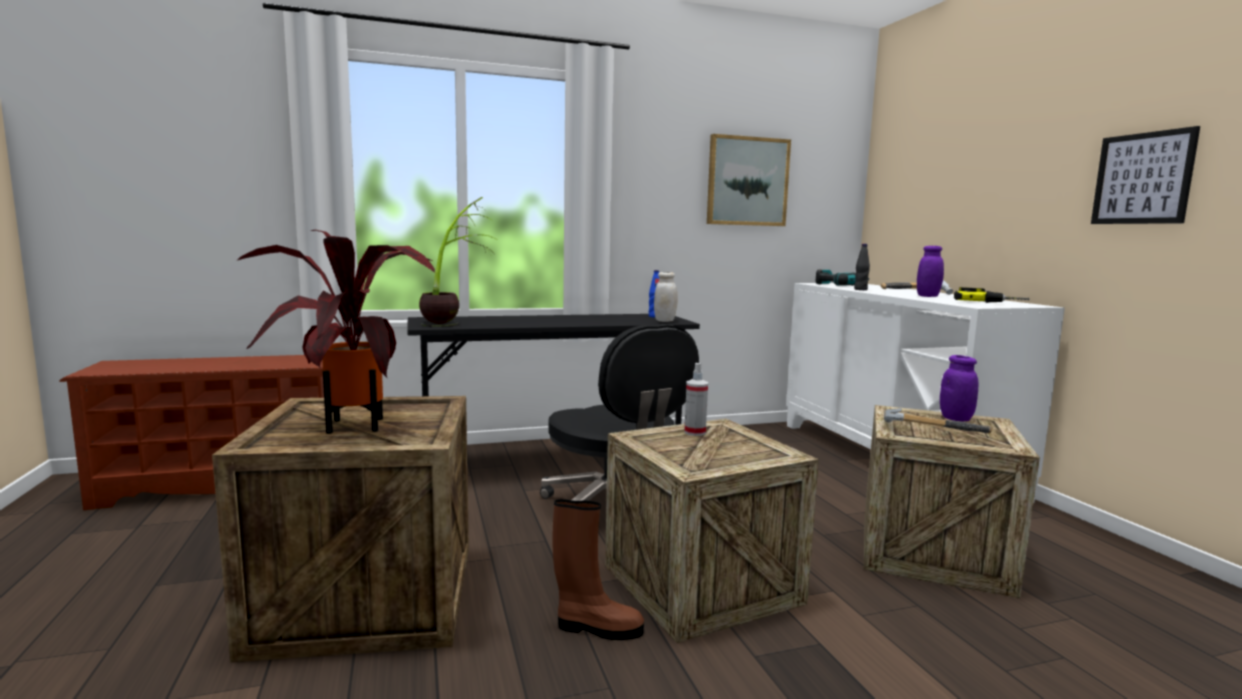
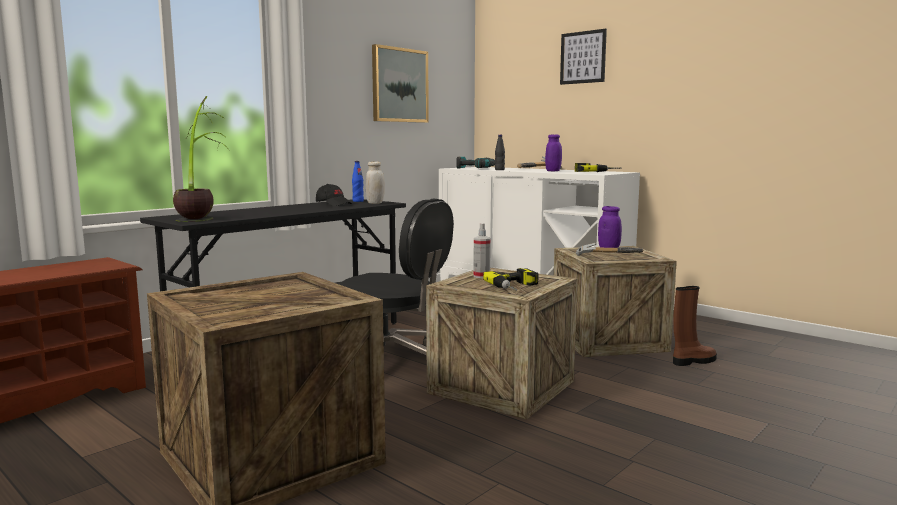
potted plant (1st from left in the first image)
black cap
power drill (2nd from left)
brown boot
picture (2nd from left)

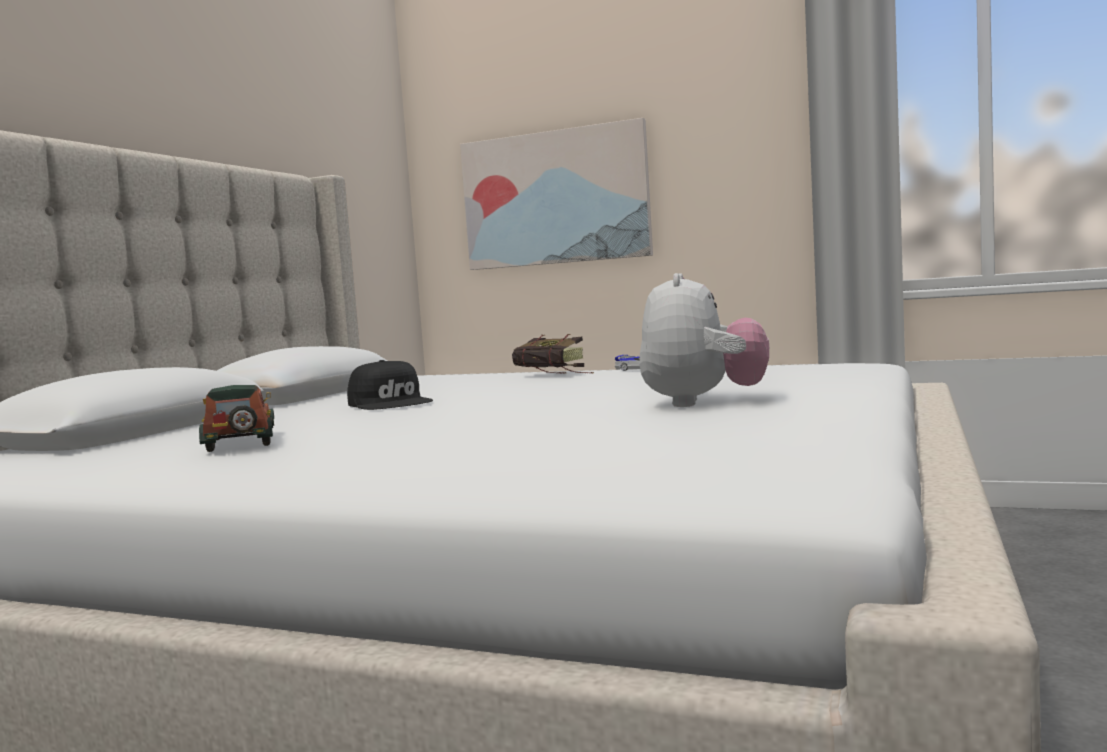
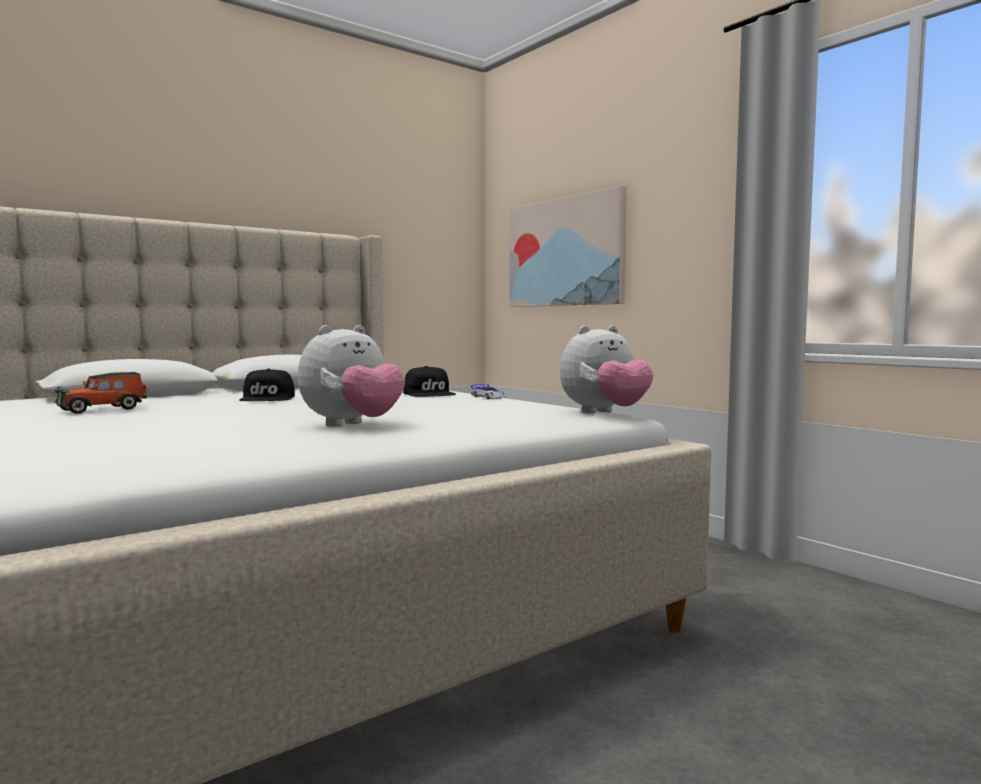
plush toy (2nd from left)
black cap (2nd from left)
toy car (1st from left)

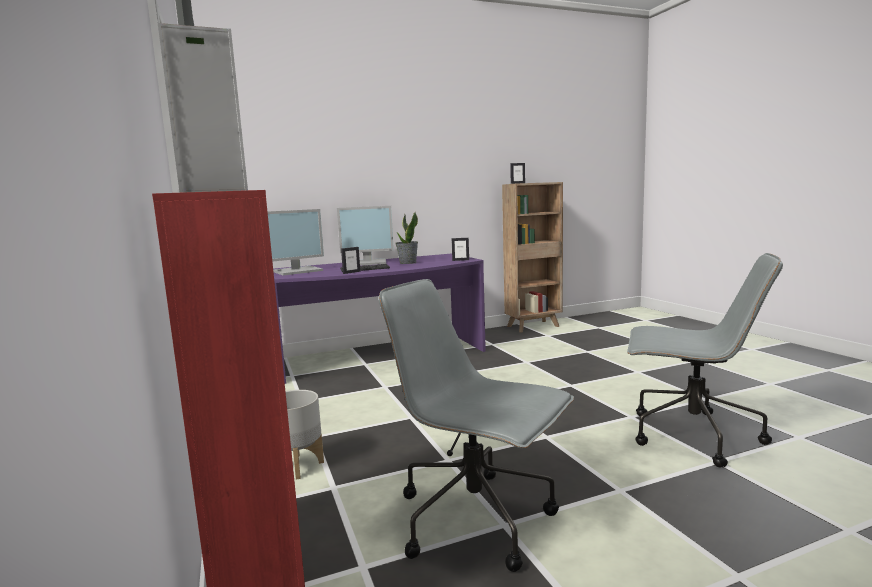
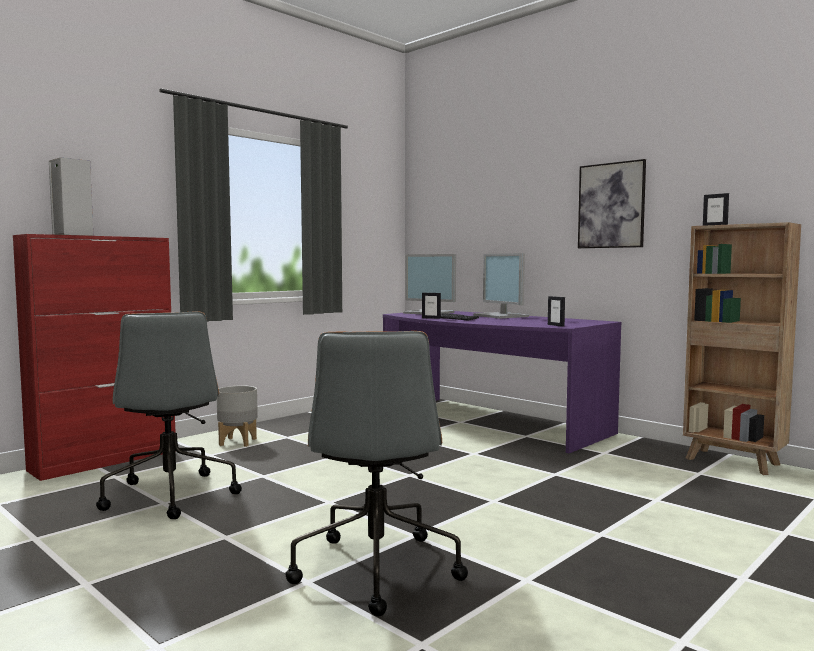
potted plant
picture
grey office chair (1st from left)

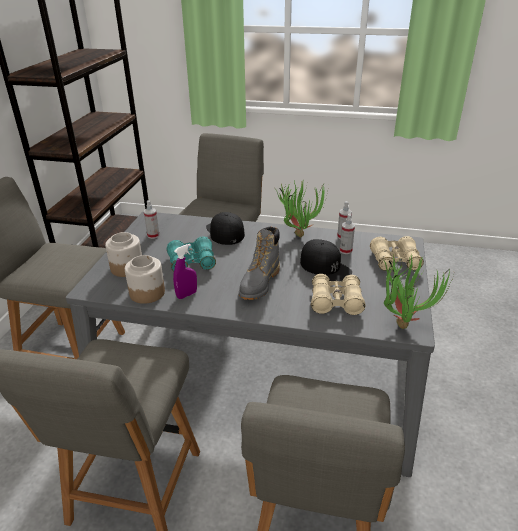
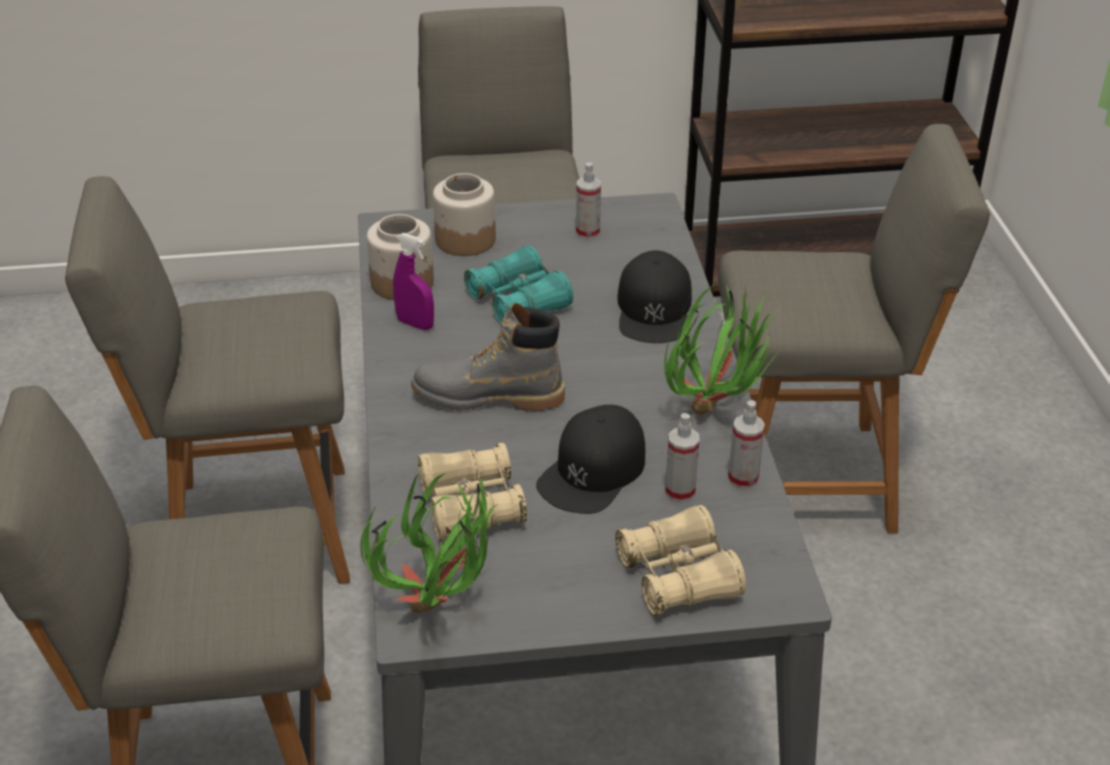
black cap (2nd from left)

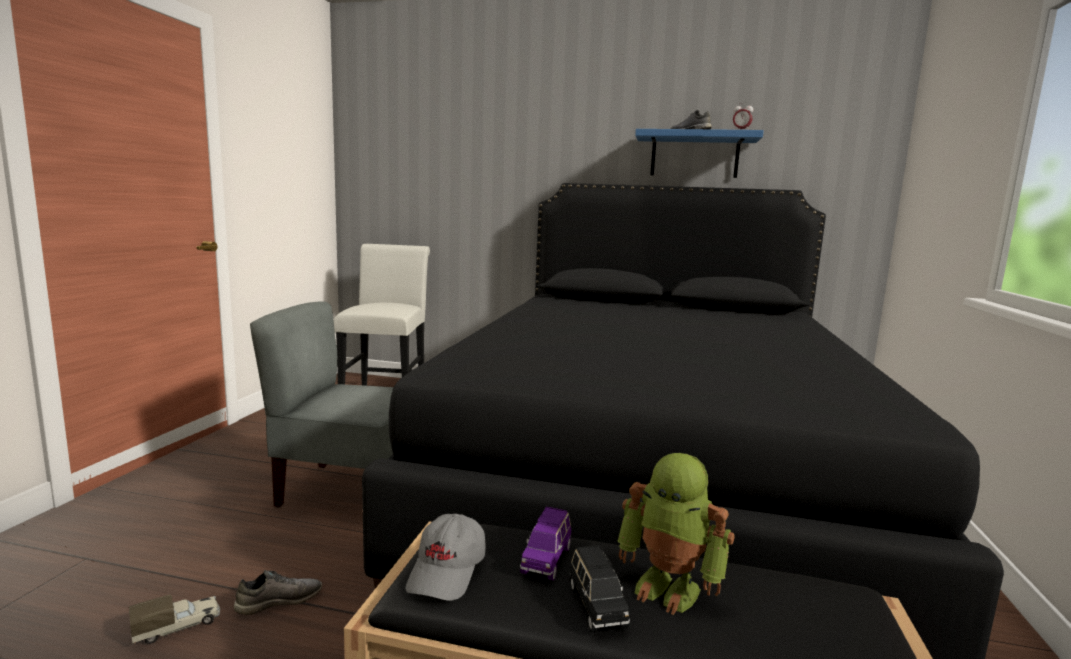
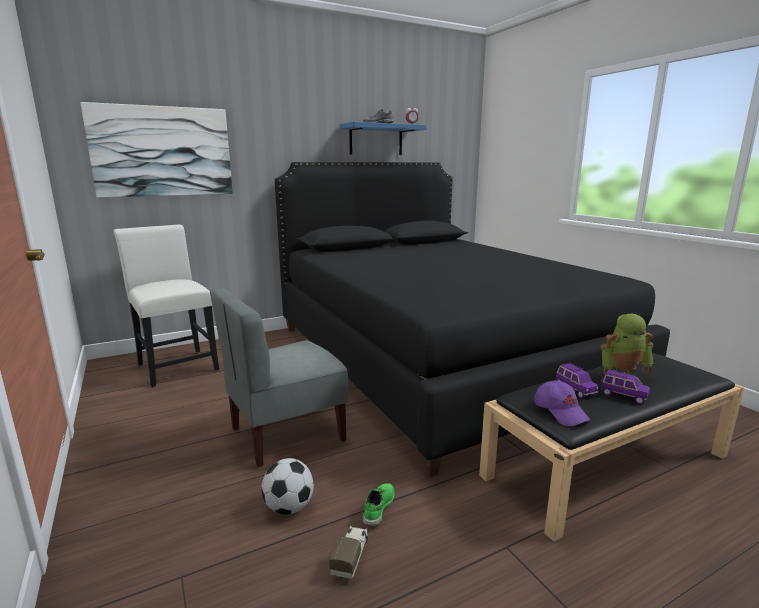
picture
football
green shoe
purple cap
purple toy car (2nd from left)

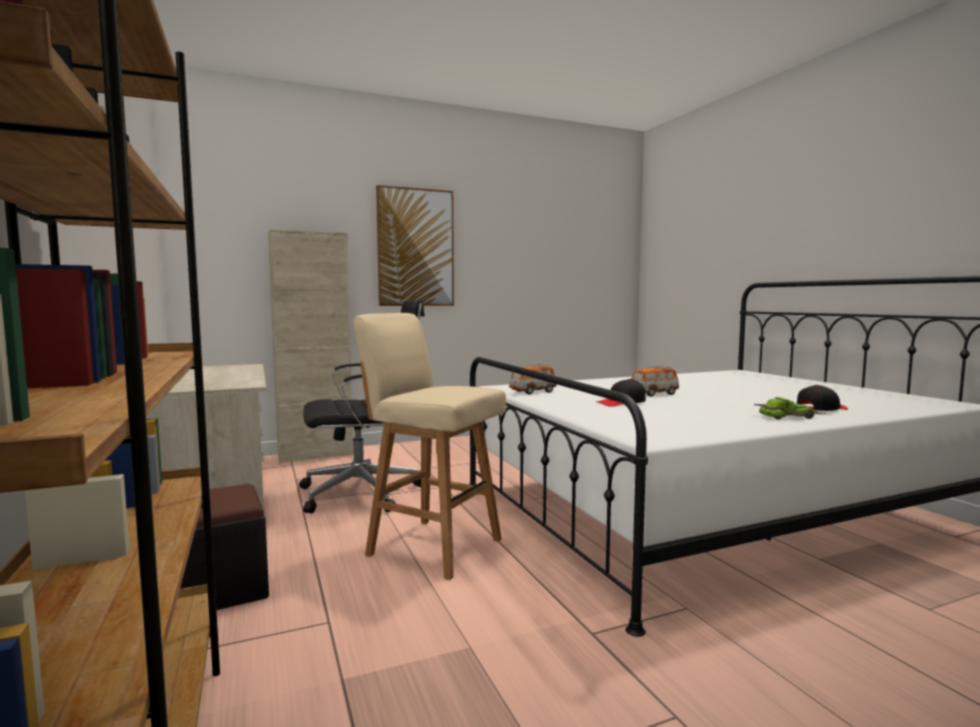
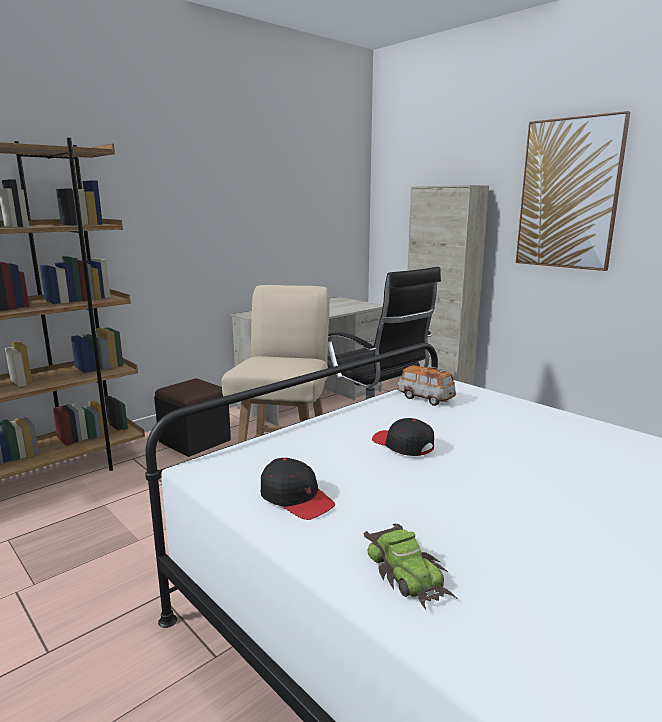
toy car (2nd from left in the first image)
black cap (1st from left)

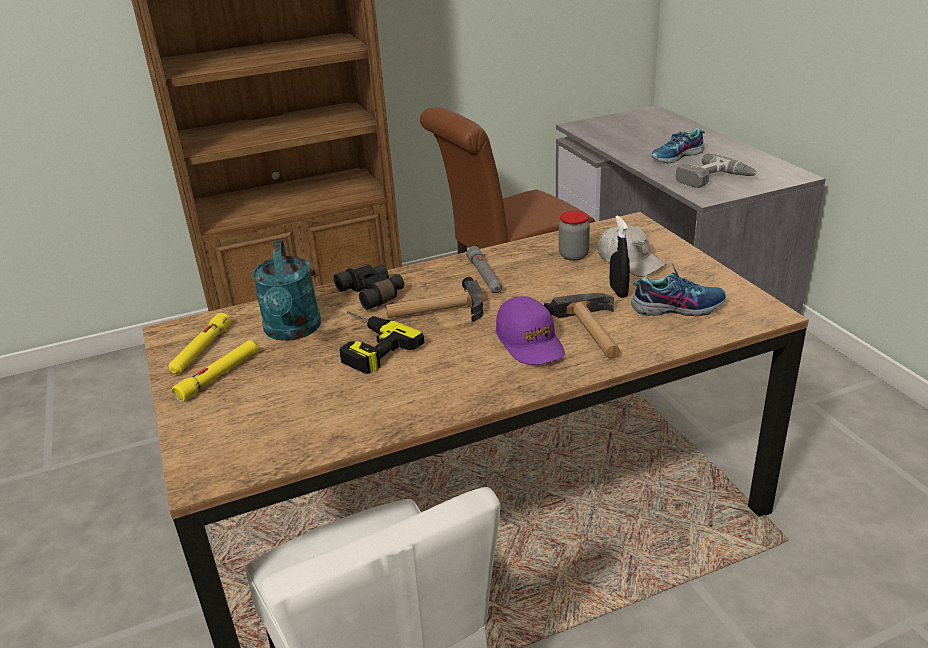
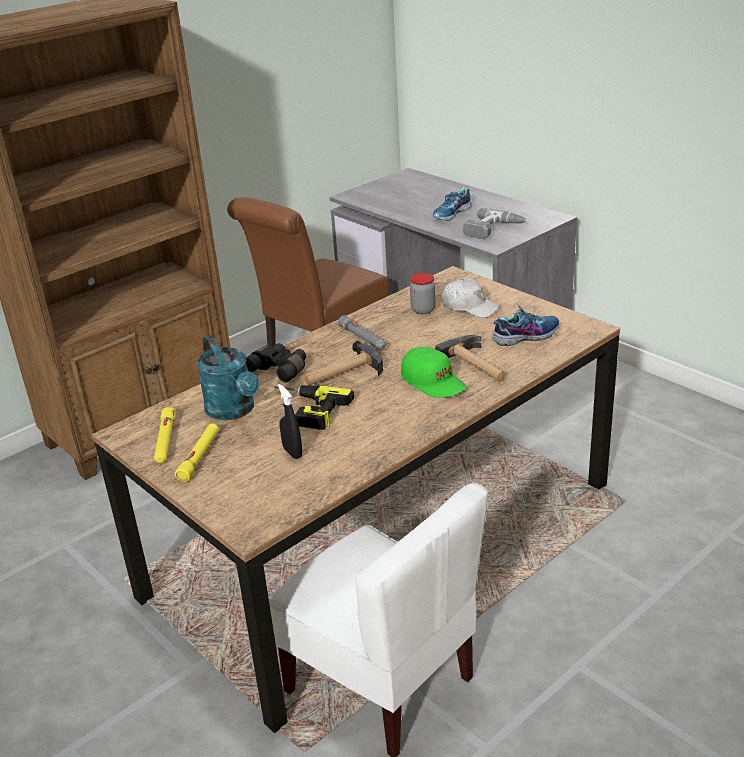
black spray bottle
green cap

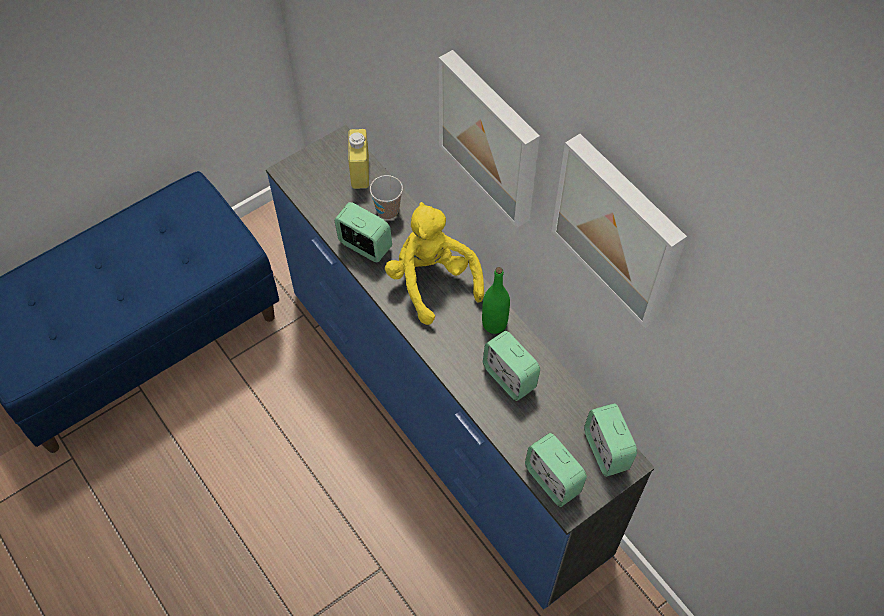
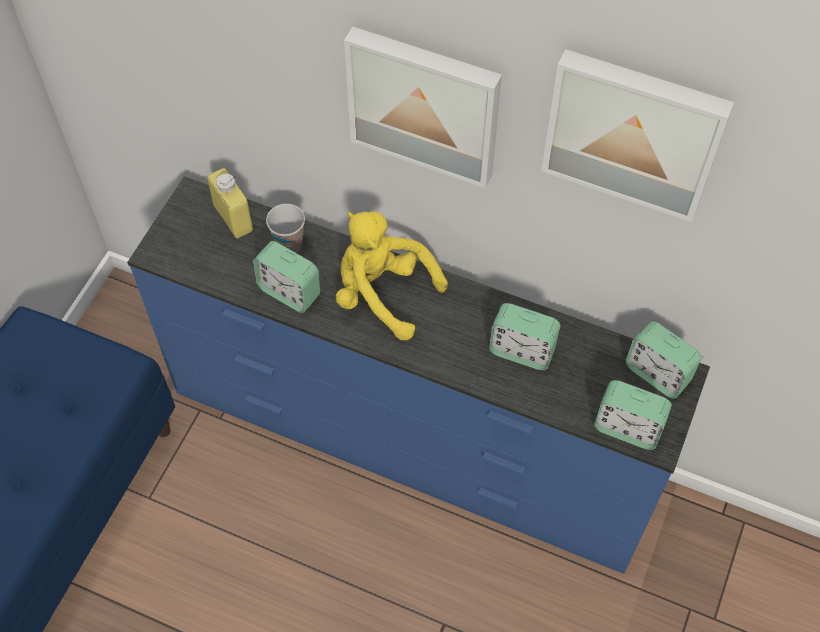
green bottle
alarm clock (1st from left)

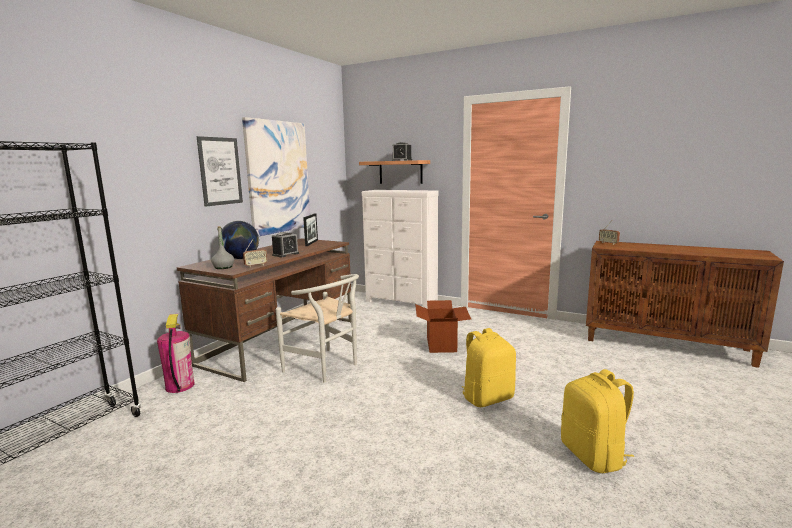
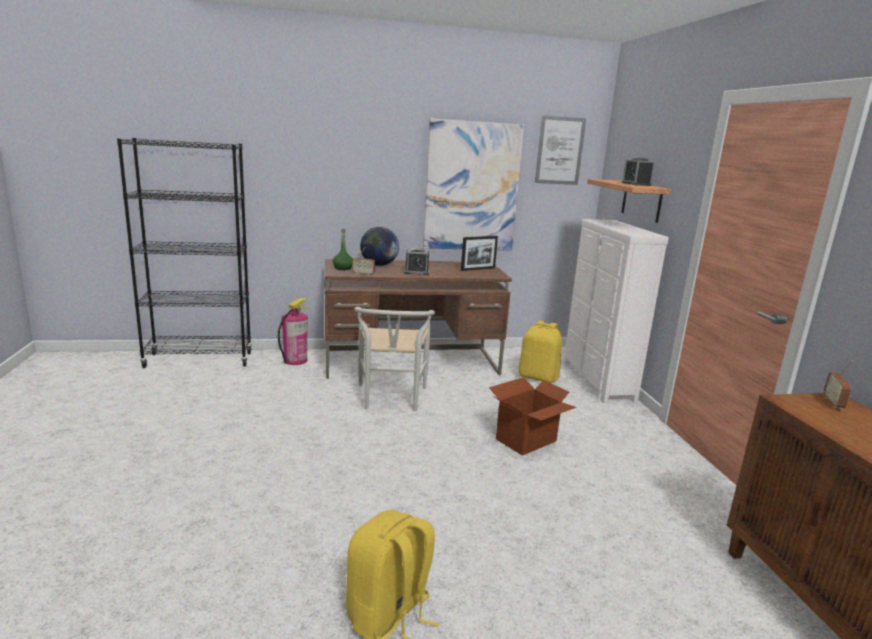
picture (2nd from left)
yellow backpack (2nd from left)
green bottle

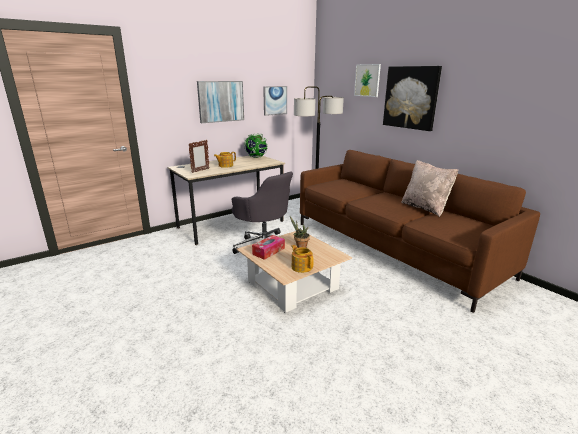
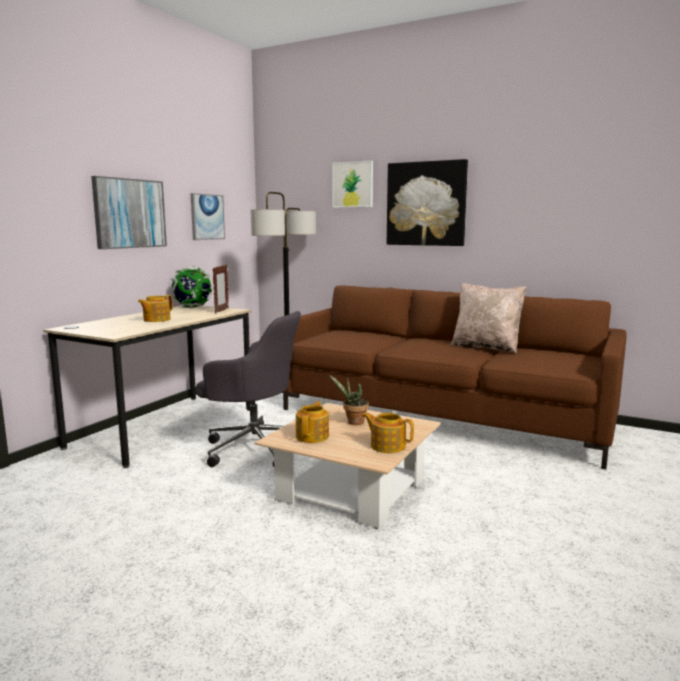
picture frame
teapot (2nd from left)

